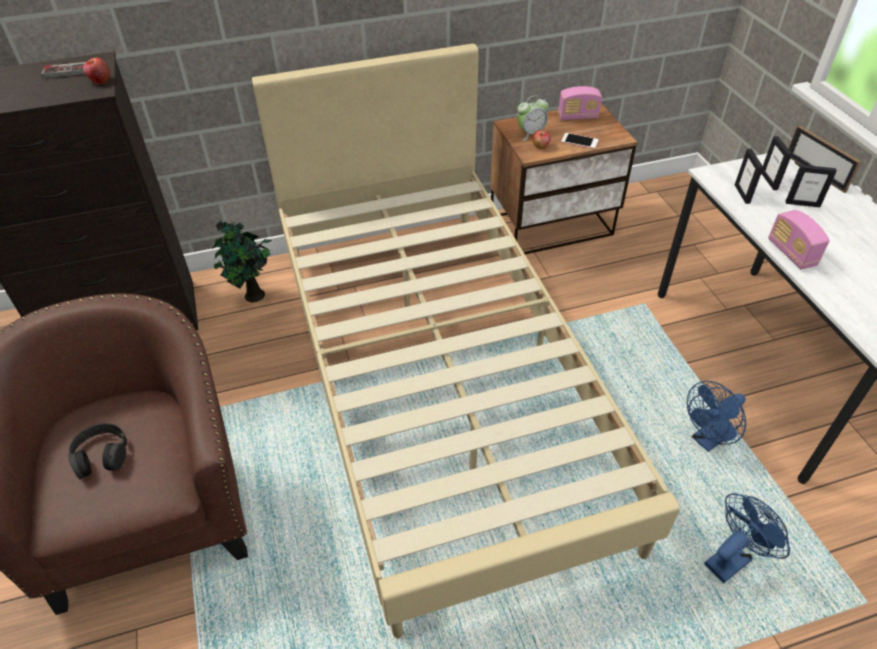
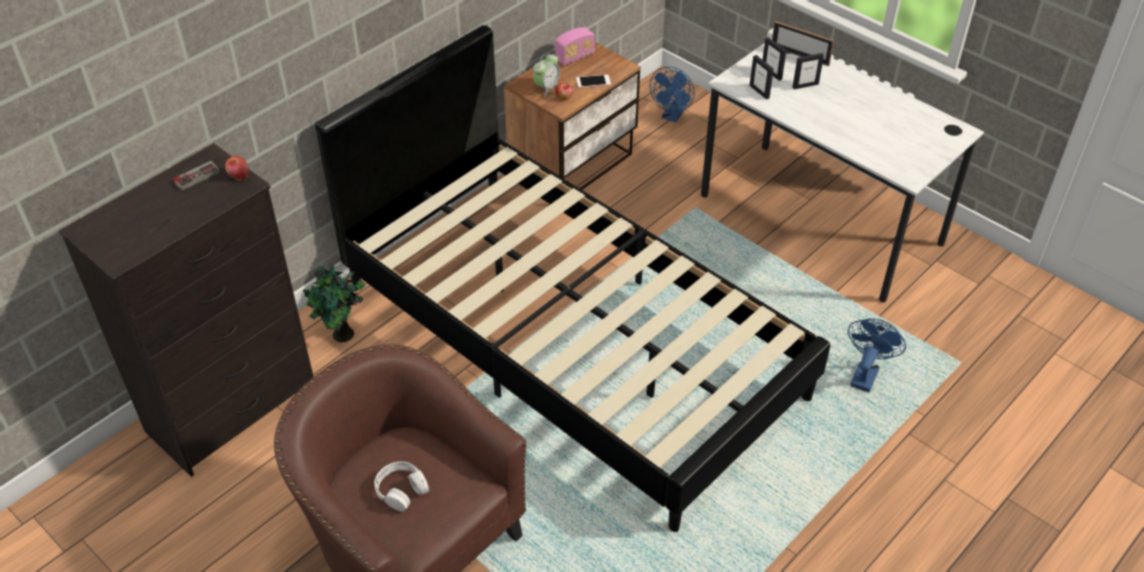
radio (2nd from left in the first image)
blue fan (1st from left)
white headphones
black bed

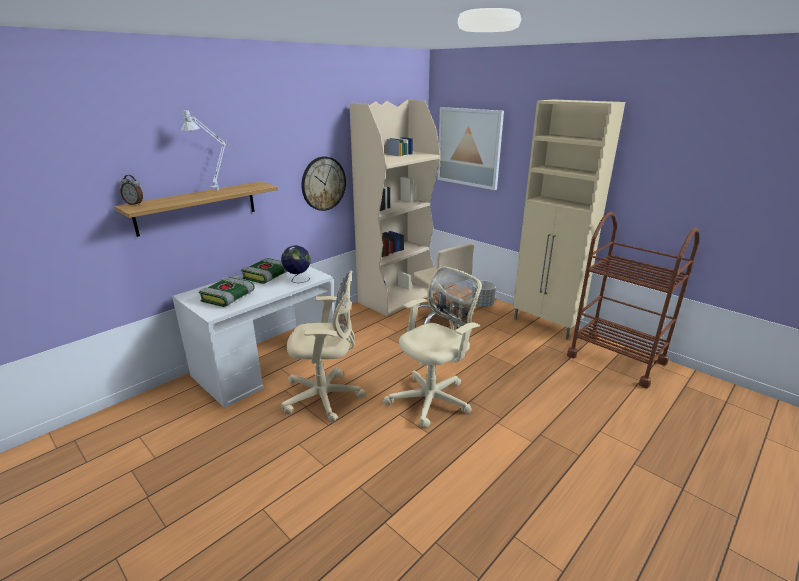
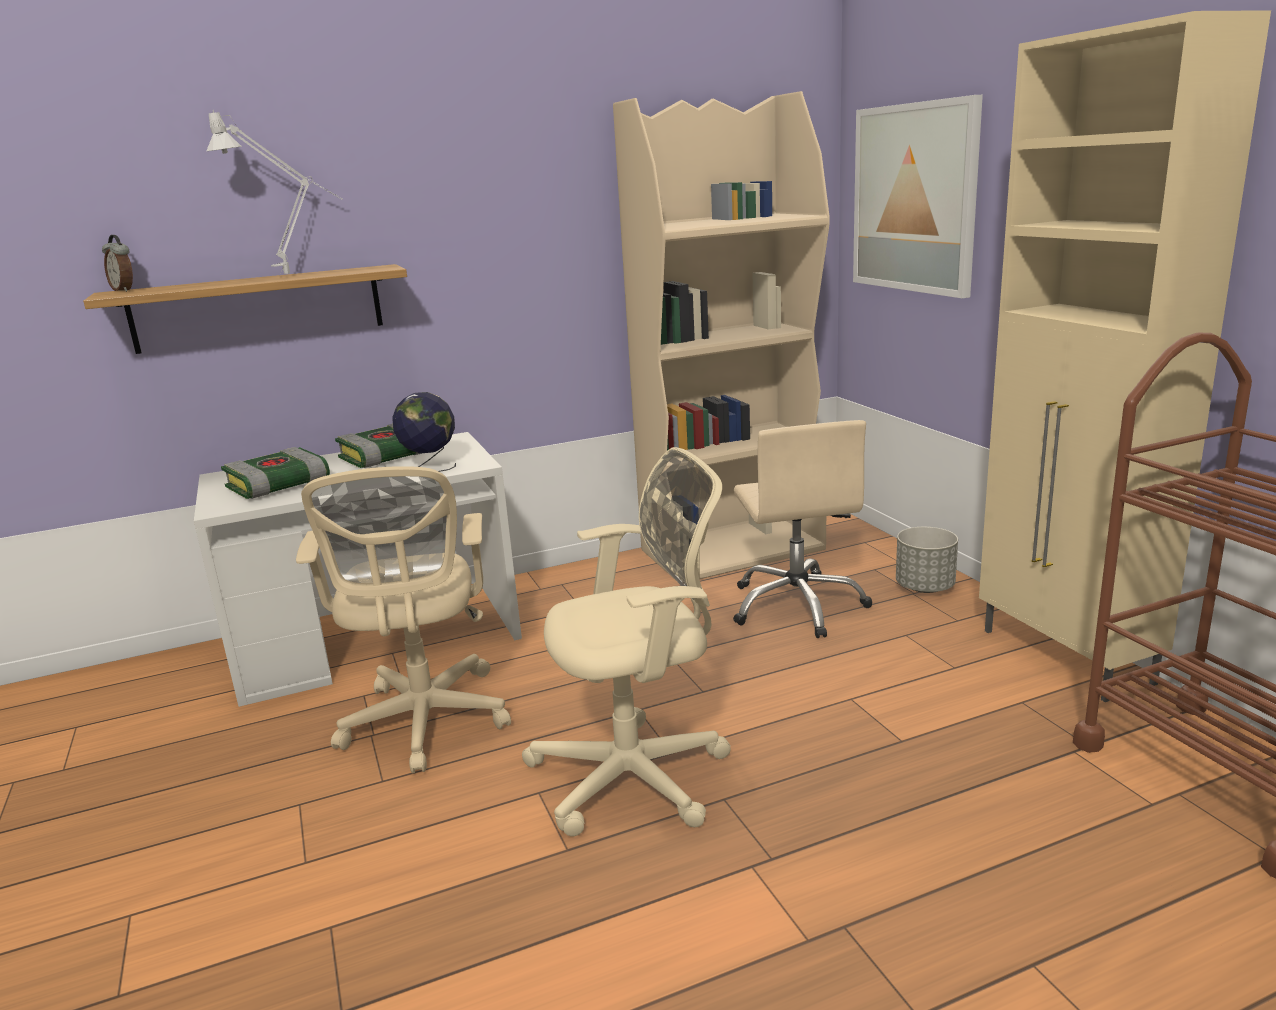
wall clock
beige office chair (1st from left)

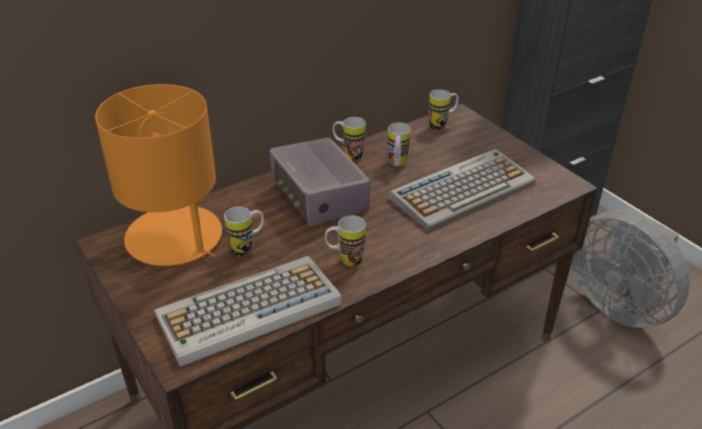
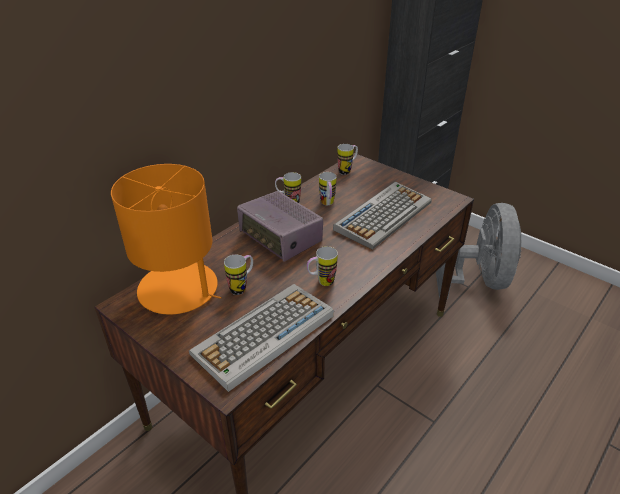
grey fan

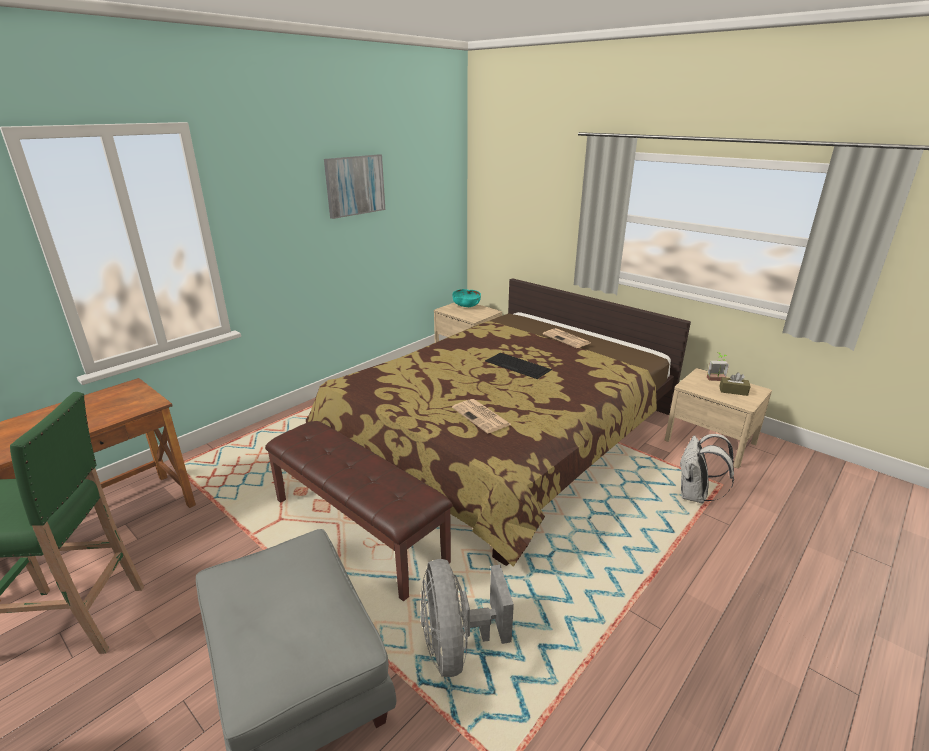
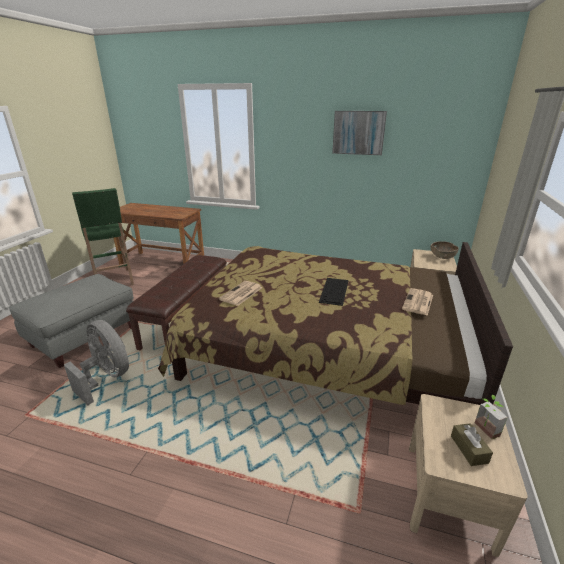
white backpack
brown bowl
grey fan

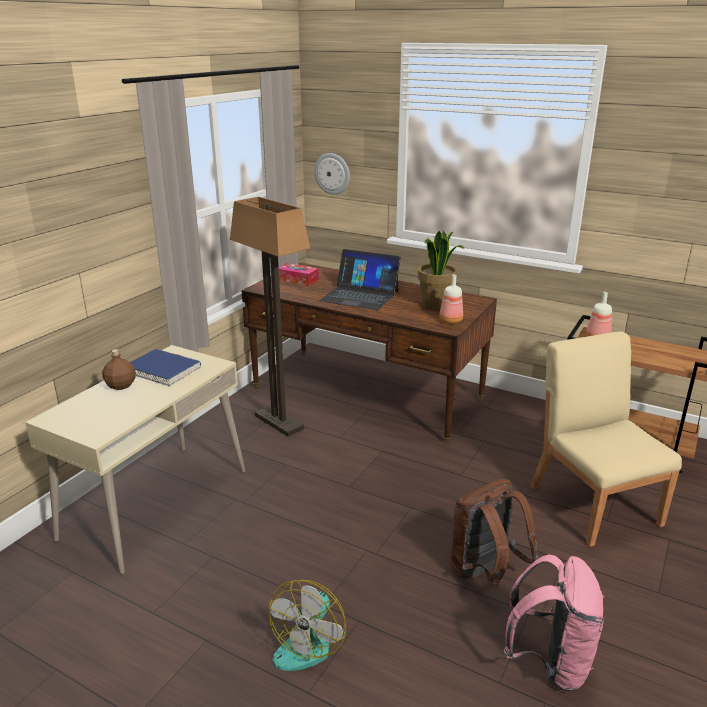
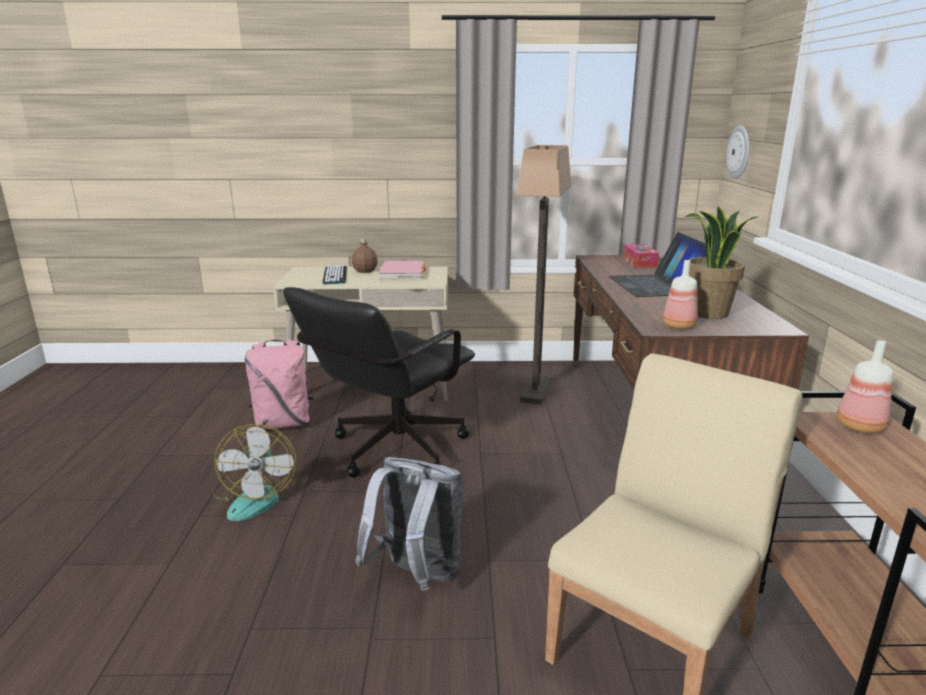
black office chair
keyboard
pink backpack
pink book
grey backpack
fan

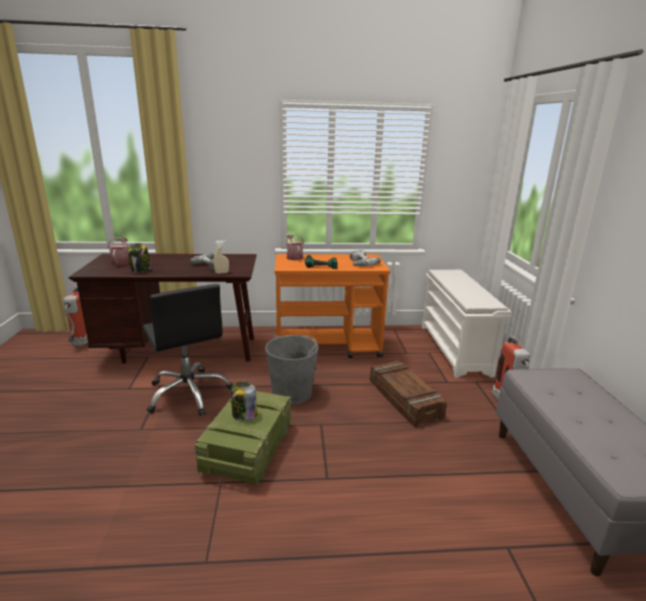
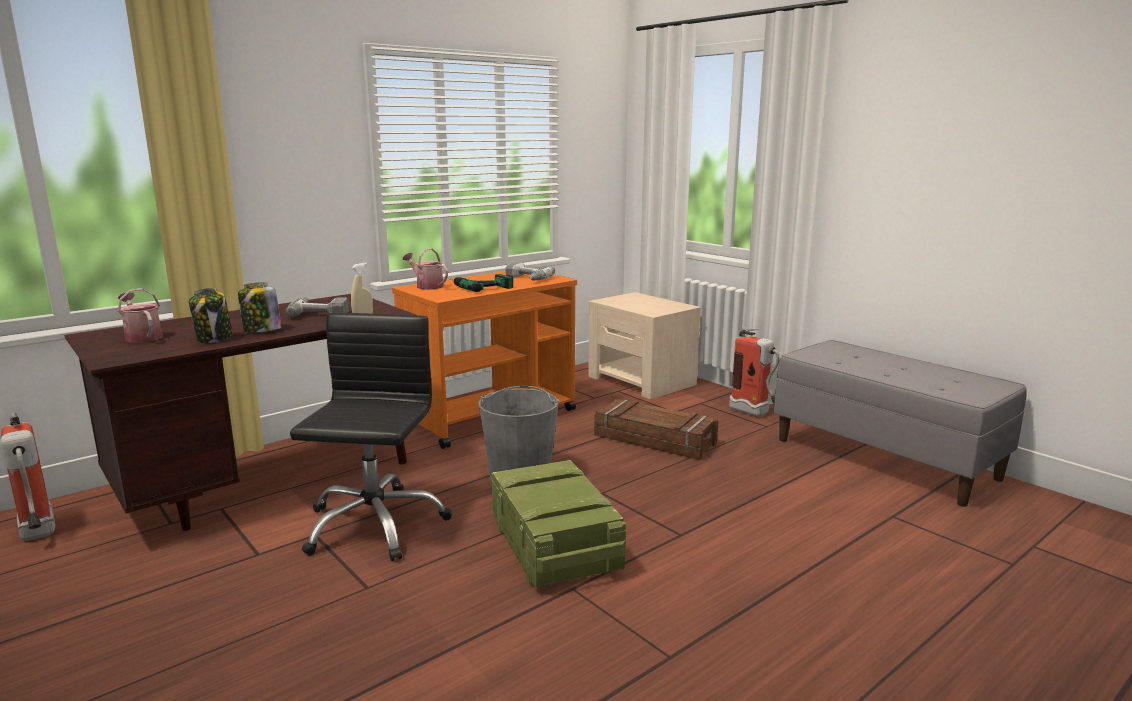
jar (2nd from left)
beige nightstand
black office chair

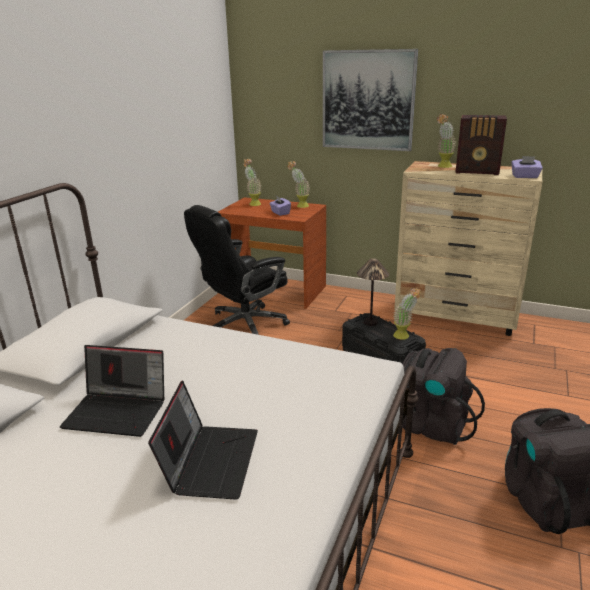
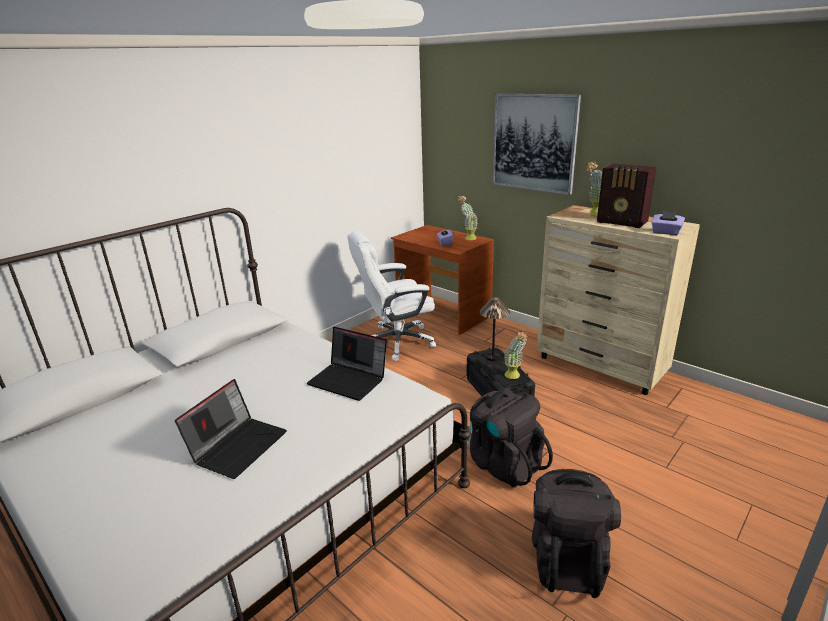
potted plant (1st from left in the first image)
laptop (2nd from left)
white office chair

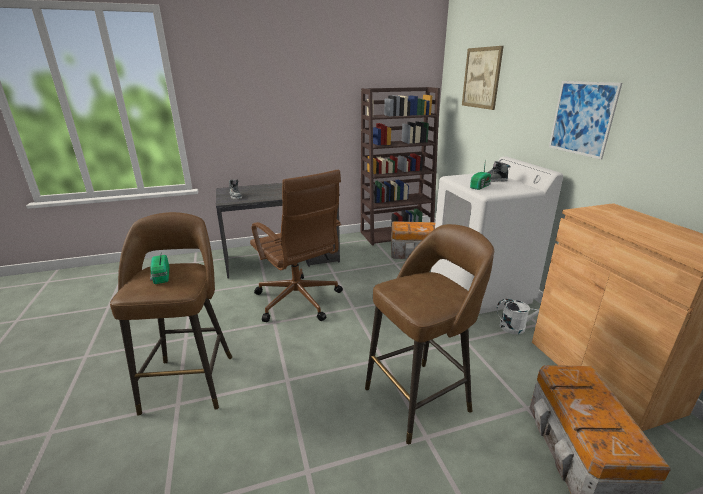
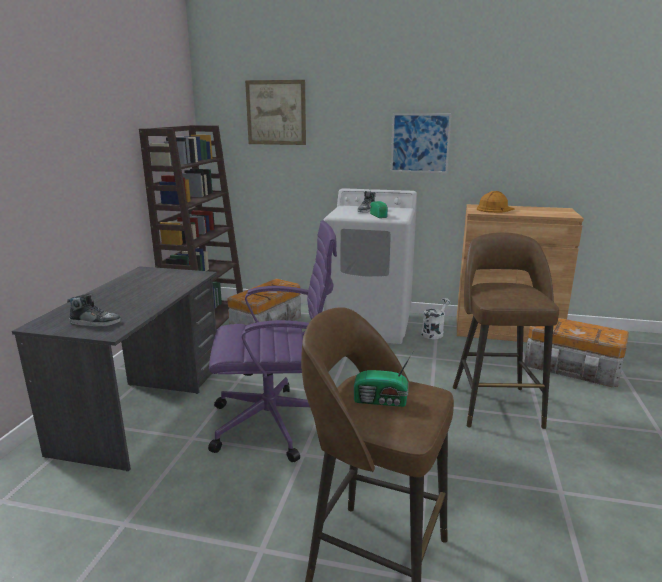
orange hard hat
purple office chair

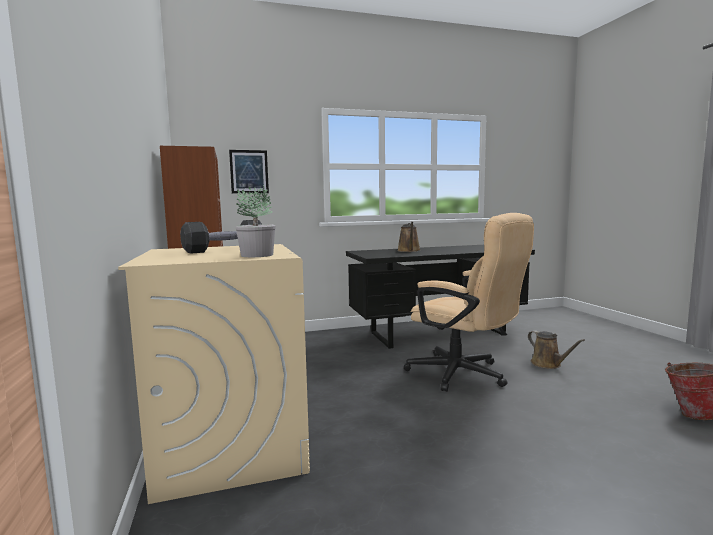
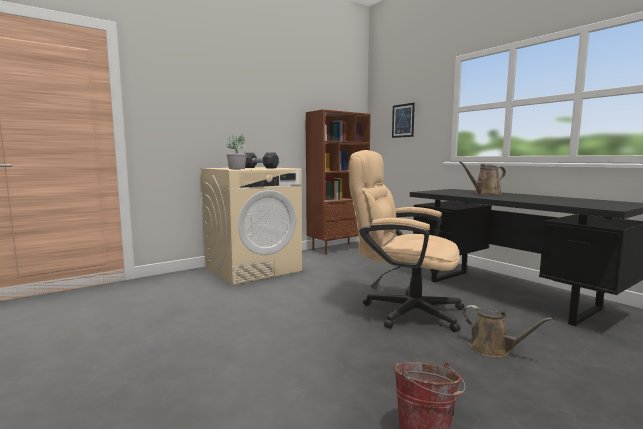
beige office chair
brown watering can (2nd from left)

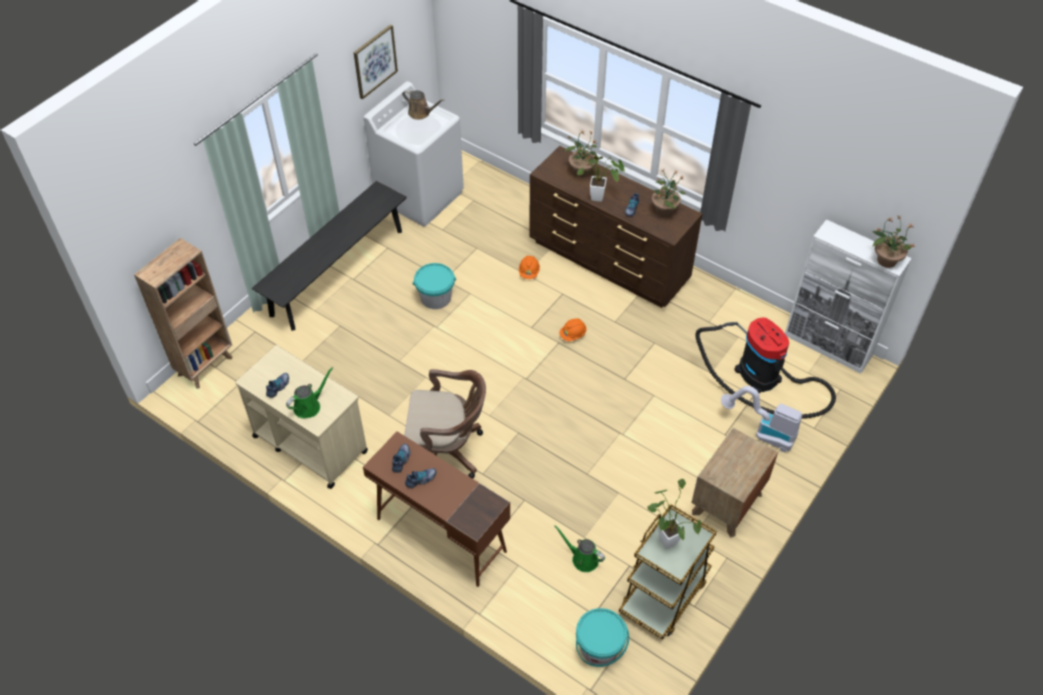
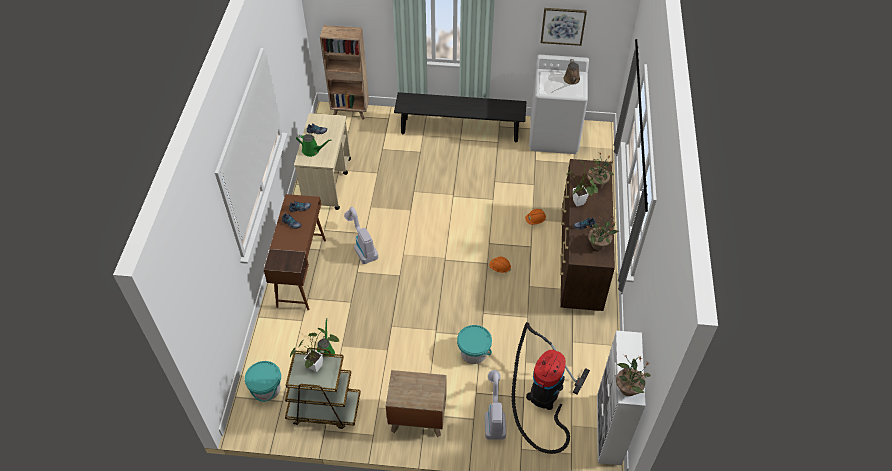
turquoise bucket (2nd from left)
vacuum cleaner (1st from left)

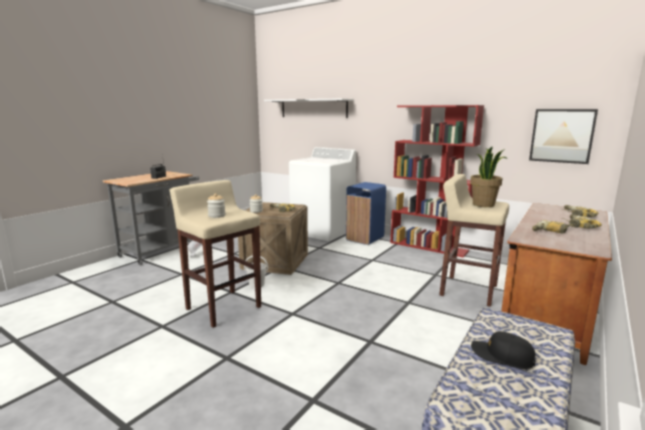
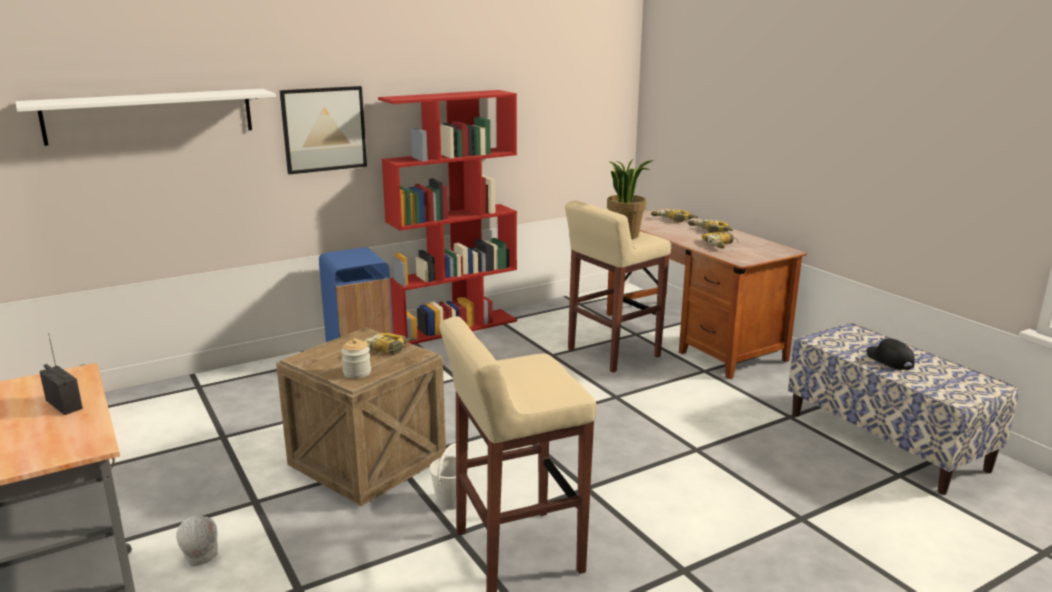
jar (1st from left in the first image)
white washing machine
picture
black cap

